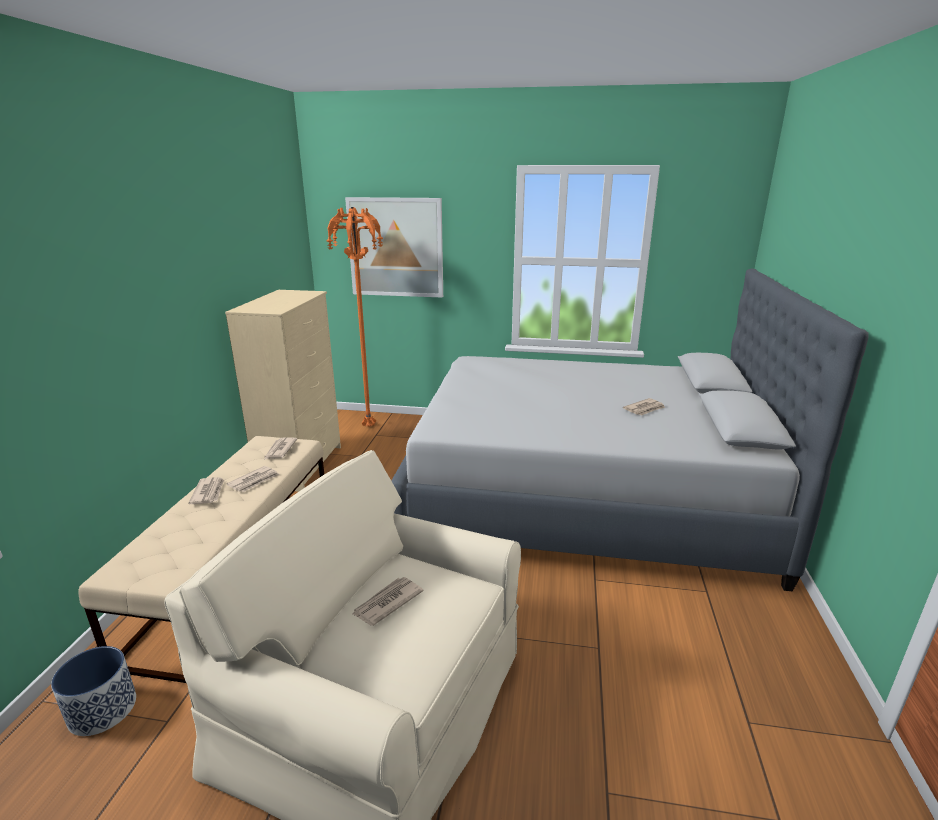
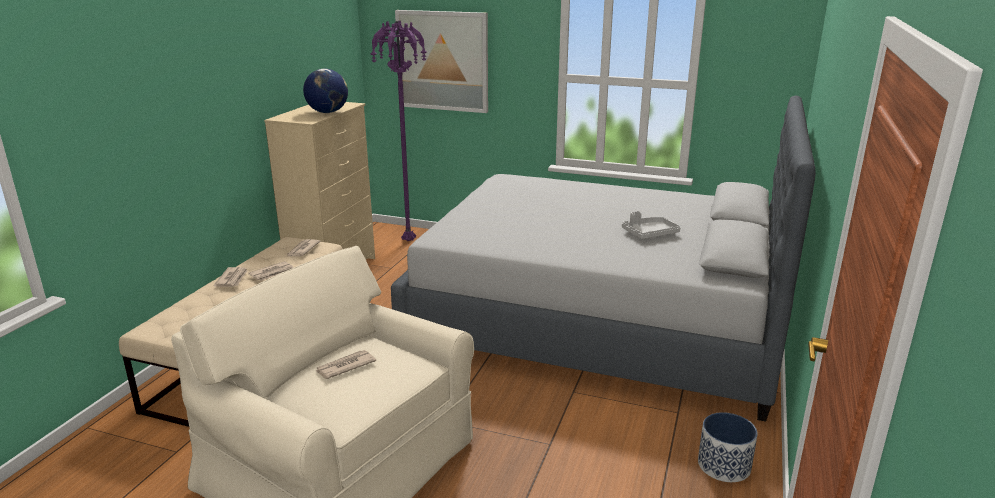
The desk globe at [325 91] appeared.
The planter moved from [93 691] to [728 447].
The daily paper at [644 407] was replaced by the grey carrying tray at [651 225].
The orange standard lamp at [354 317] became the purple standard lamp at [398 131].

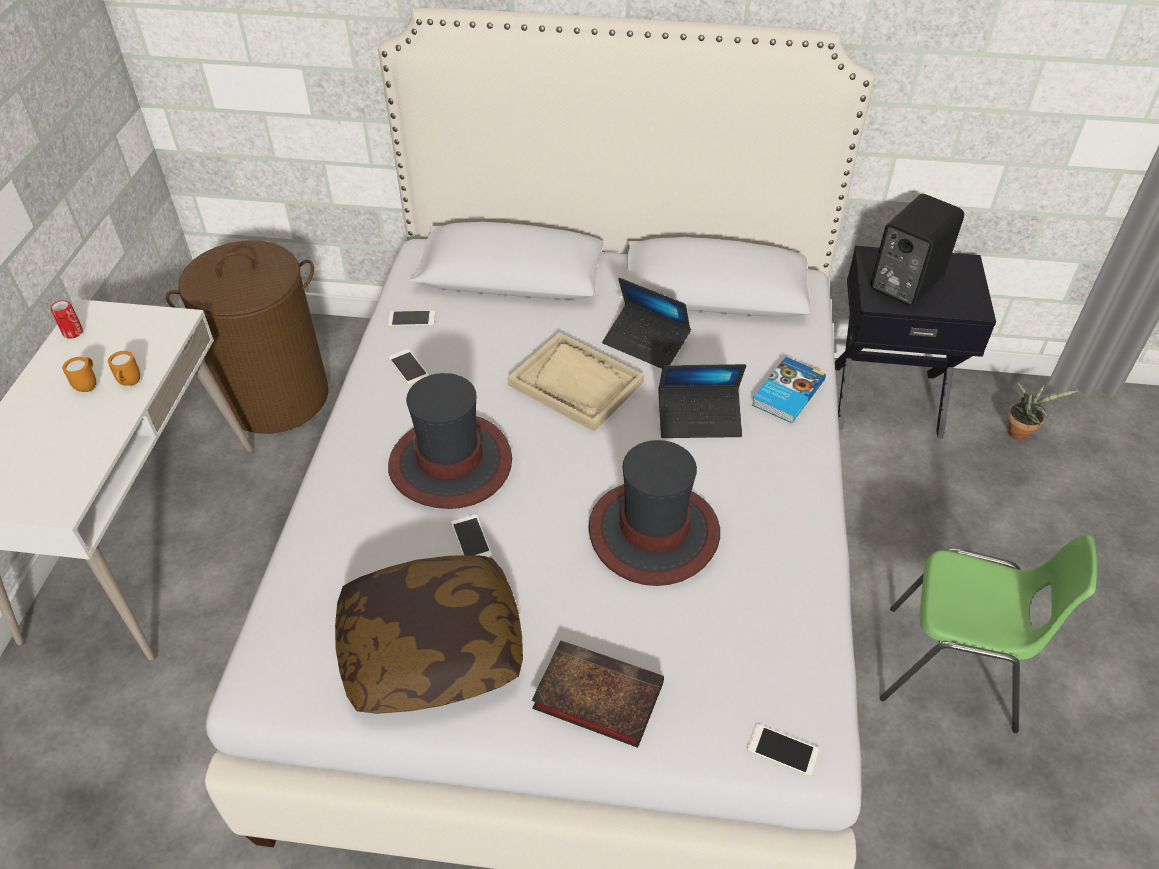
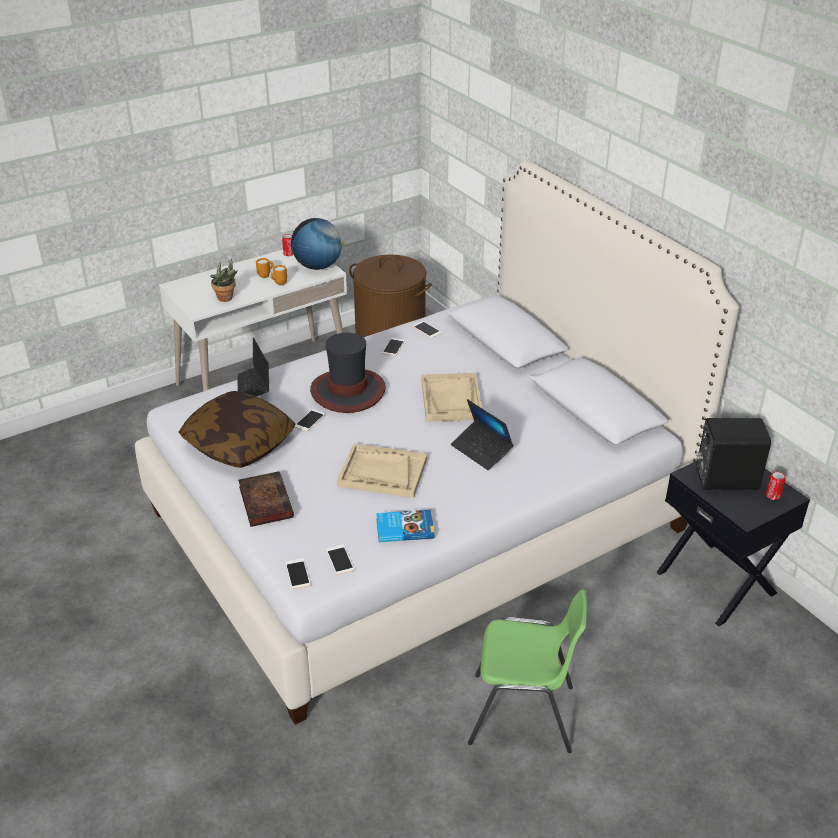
The desk globe at [317 244] appeared.
The phone at [340 559] appeared.
The metal can at [776 485] appeared.
The portable computer moved from [646 323] to [253 367].
The volume moved from [789 390] to [405 526].
The plant in a pot moved from [1043 410] to [224 280].
The clothing hat at [654 513] was replaced by the beige-coloured carrying tray at [382 470].
The green plain chair at [988 633] turned 60 degrees counterclockwise.

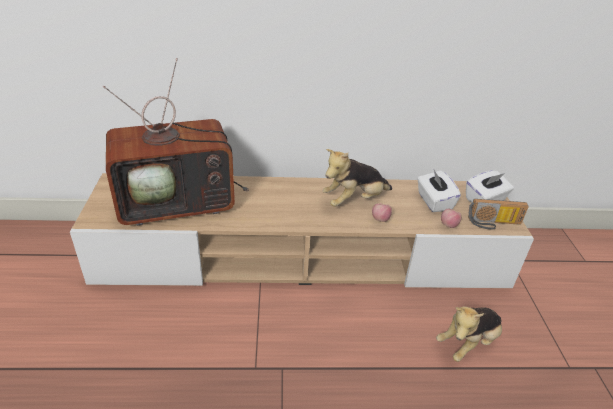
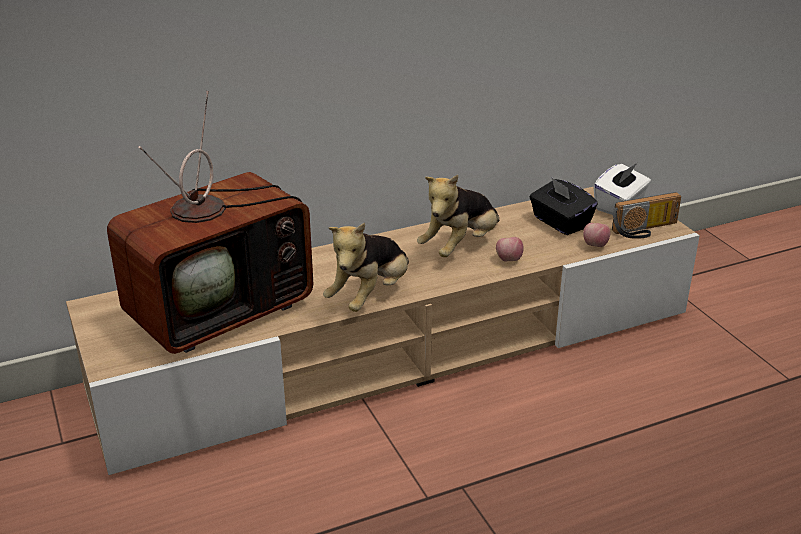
The soft toy moved from [469 334] to [366 267].
The white tissue box at [439 191] became the black tissue box at [564 206].

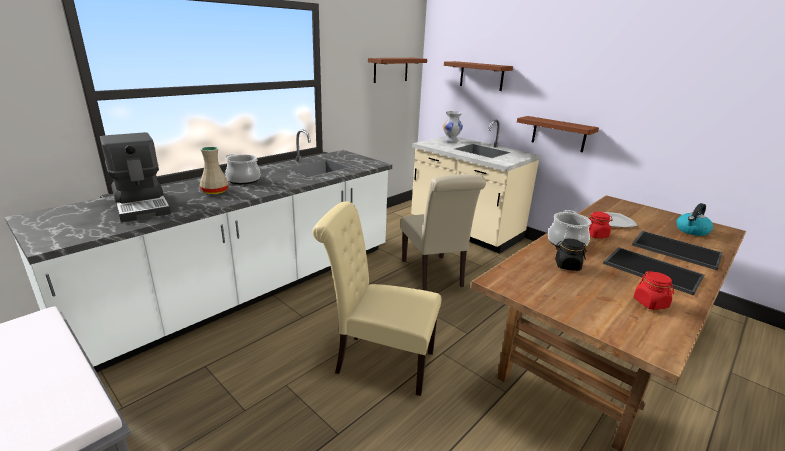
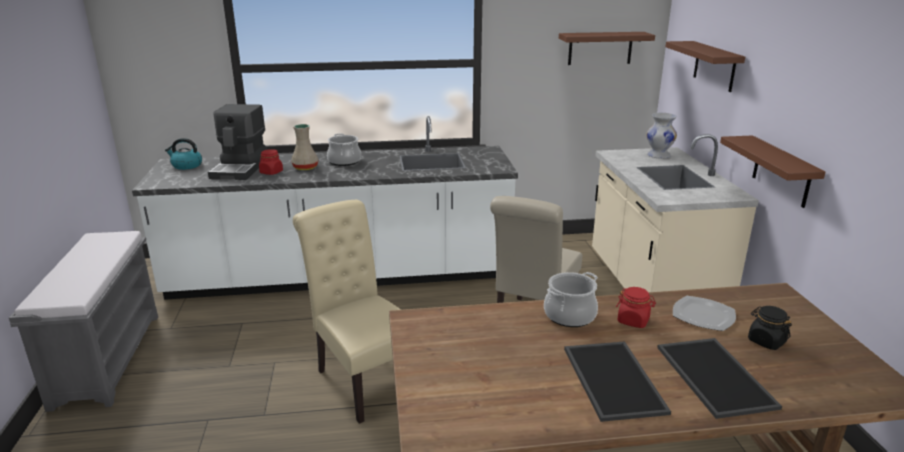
The black preserve jar moved from [571 254] to [770 328].
The red preserve jar moved from [654 290] to [271 162].
The water kettle moved from [695 219] to [183 154].

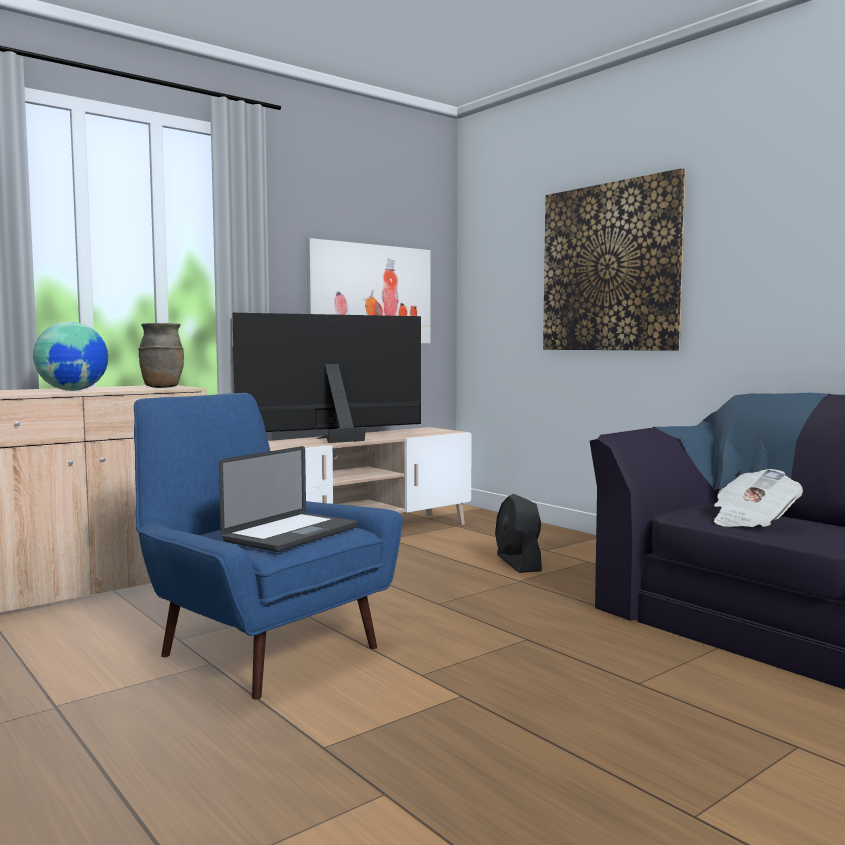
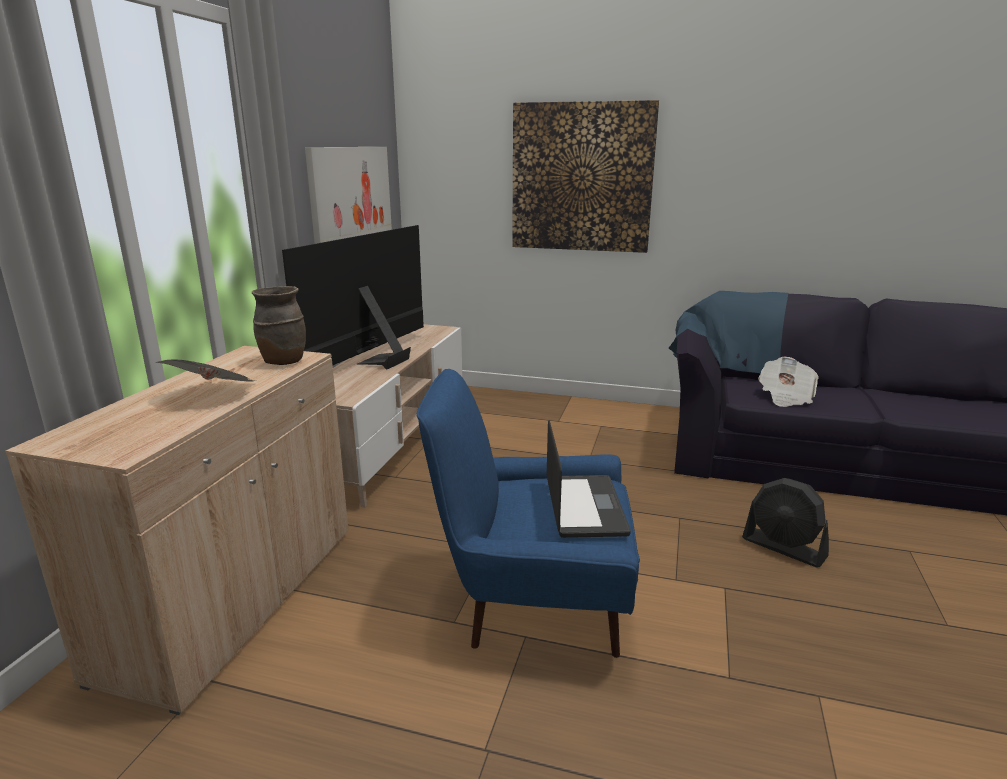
The black cooling fan moved from [518 533] to [785 523].
The desk globe at [70 356] was replaced by the daily paper at [206 370].

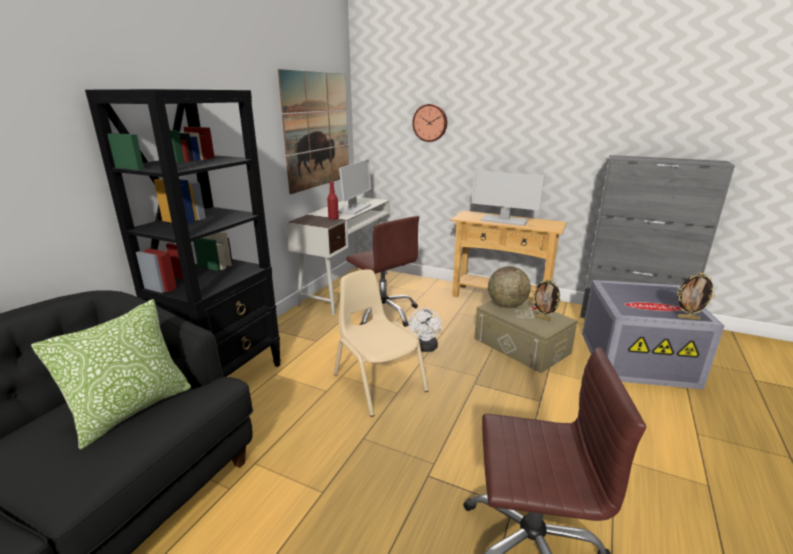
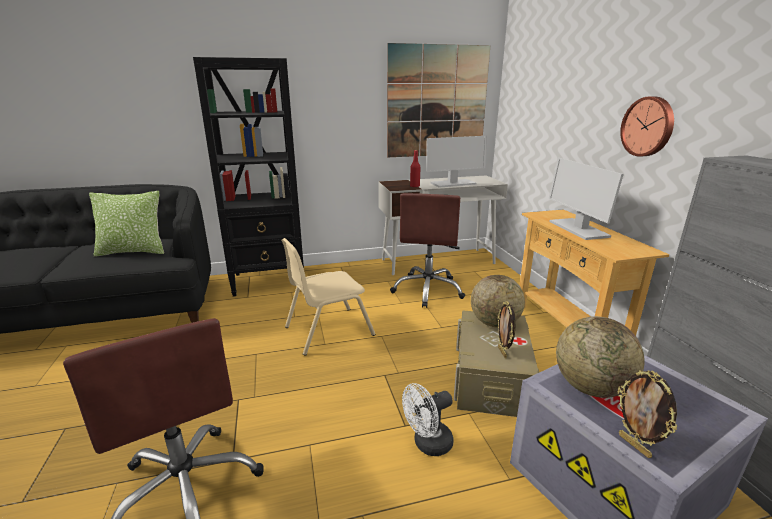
The desk globe at [600 357] appeared.
The white cooling fan moved from [425 330] to [428 419].
The hanging clock moved from [429 123] to [647 126].
The beige-coloured plain chair at [381 343] turned 135 degrees counterclockwise.

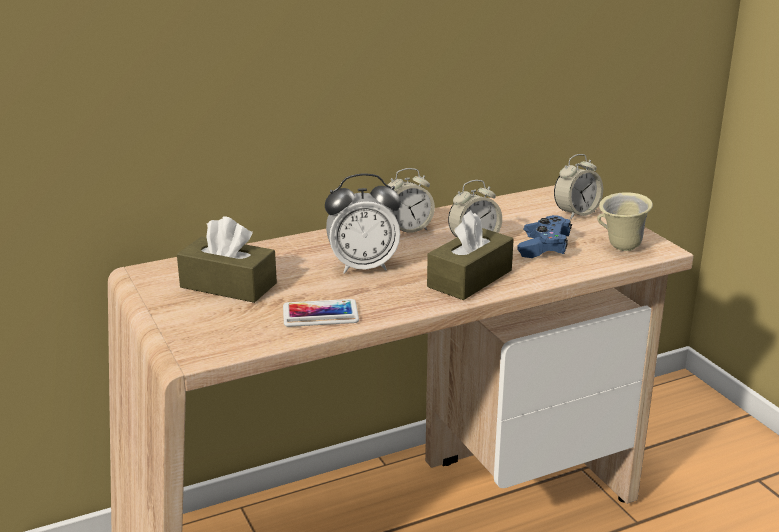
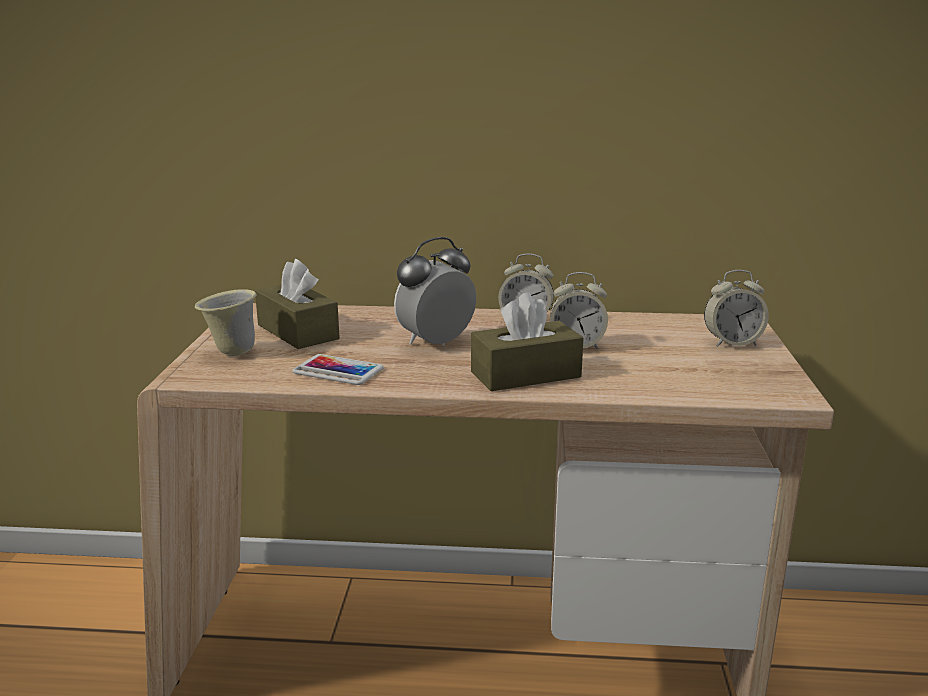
The blue game controller at [544 236] disappeared.
The beige-coloured mug moved from [625 221] to [225 322].
The bedside clock at [363 223] turned 120 degrees clockwise.

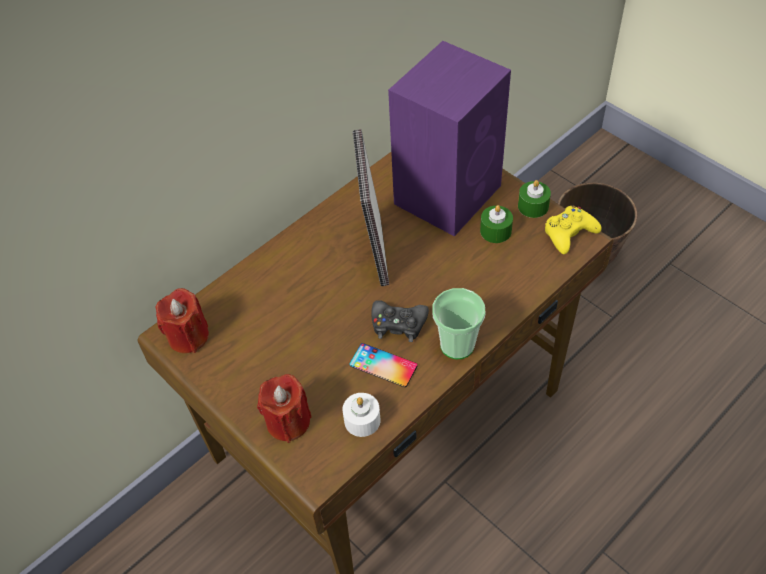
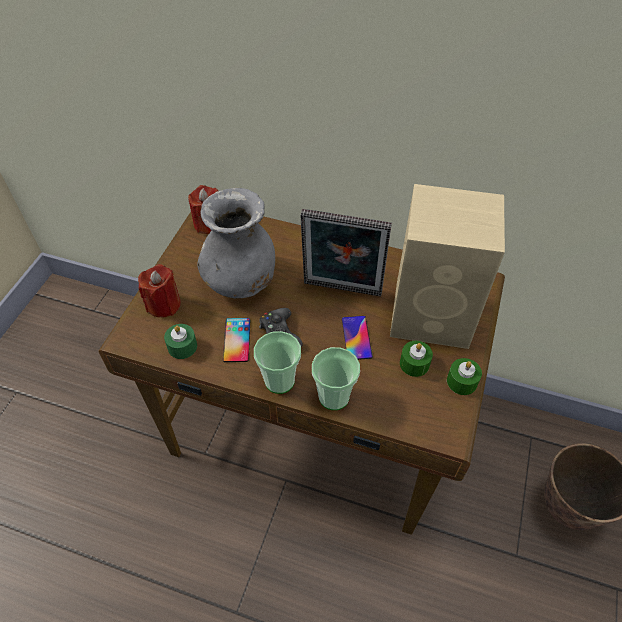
The yellow game controller at [573 230] disappeared.
The grey flower vase at [236 243] appeared.
The drinking cup at [336 378] appeared.
The phone at [357 338] appeared.
The white wax candle at [362 415] became the green wax candle at [180 341].
The purple audio speaker at [449 138] became the beige-coloured audio speaker at [447 266].
The standing frame at [371 207] turned 135 degrees counterclockwise.

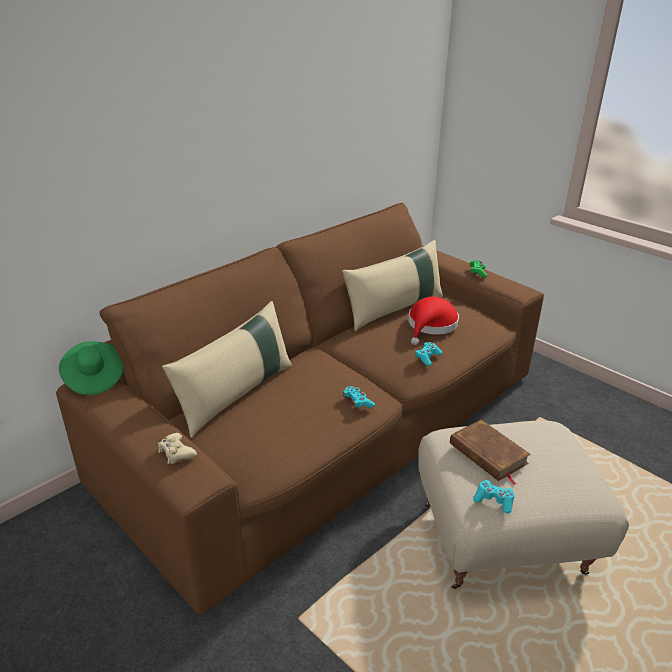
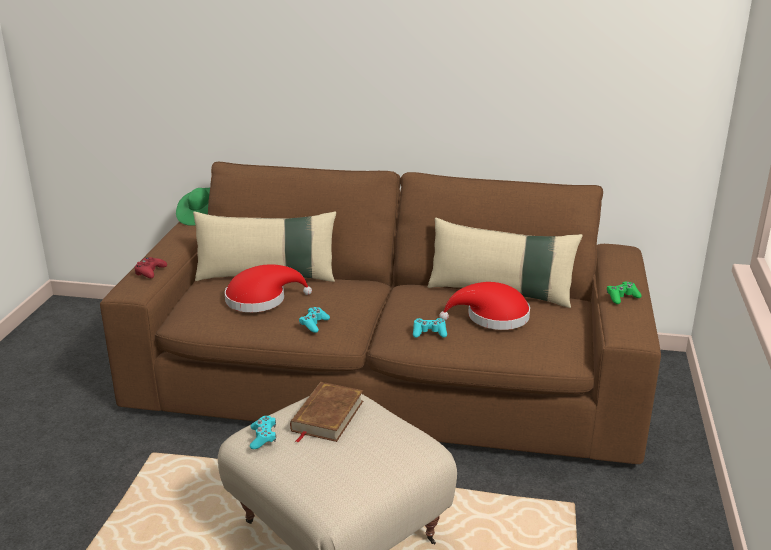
The red clothing hat at [268 288] appeared.
The beige-coloured game controller at [177 448] became the red game controller at [151 267].

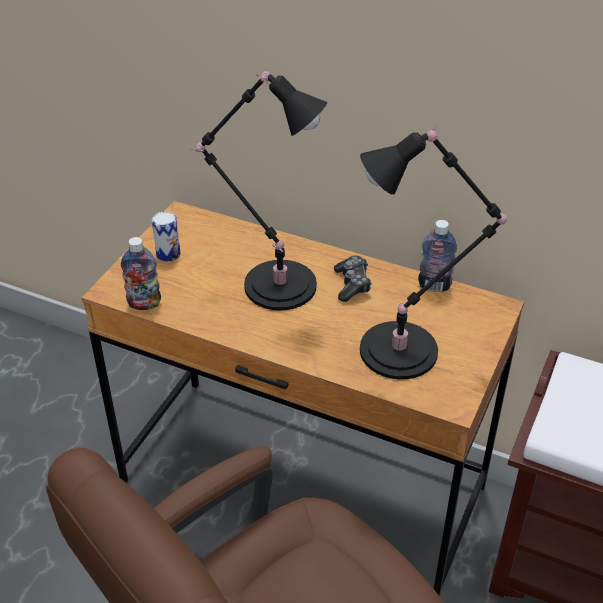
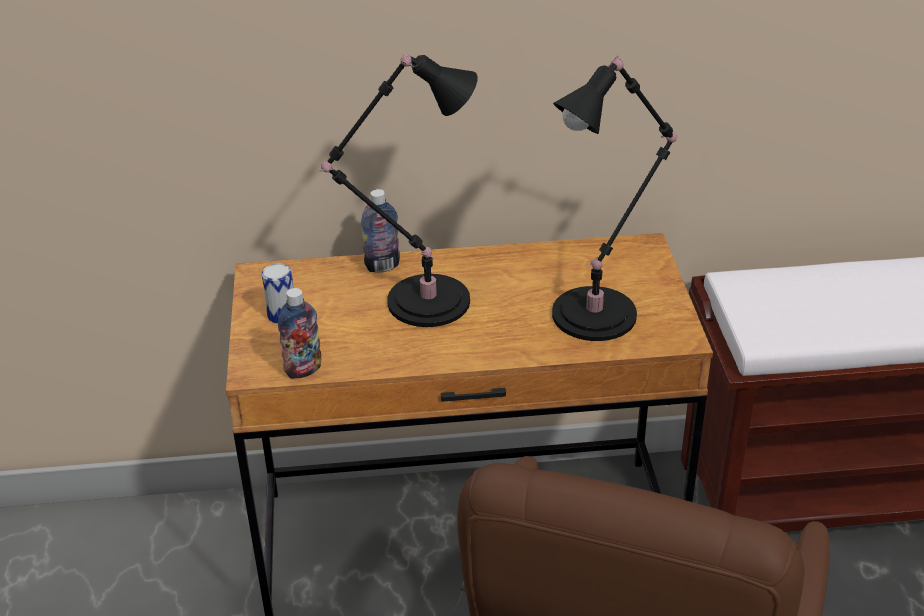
The game controller at [353 278] disappeared.
The bottle moved from [437 256] to [380 230].

